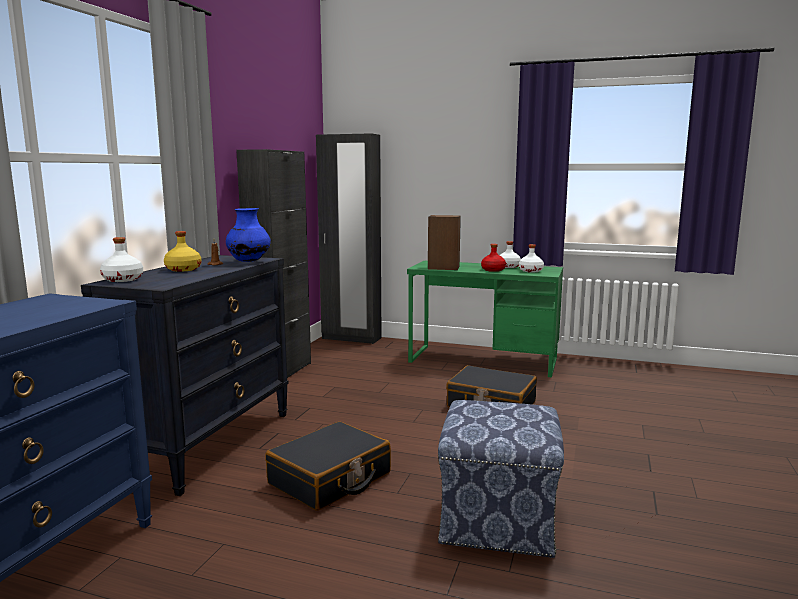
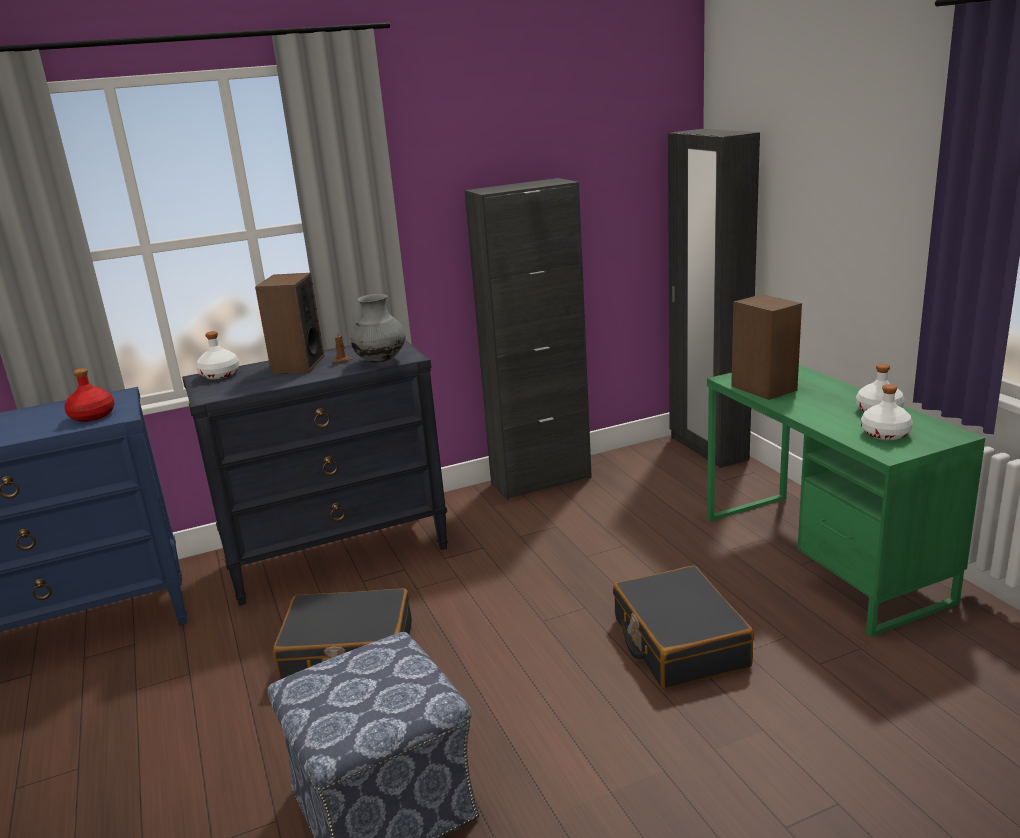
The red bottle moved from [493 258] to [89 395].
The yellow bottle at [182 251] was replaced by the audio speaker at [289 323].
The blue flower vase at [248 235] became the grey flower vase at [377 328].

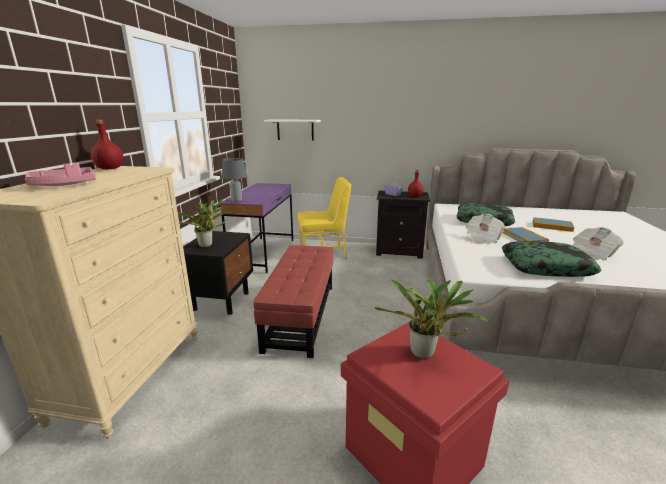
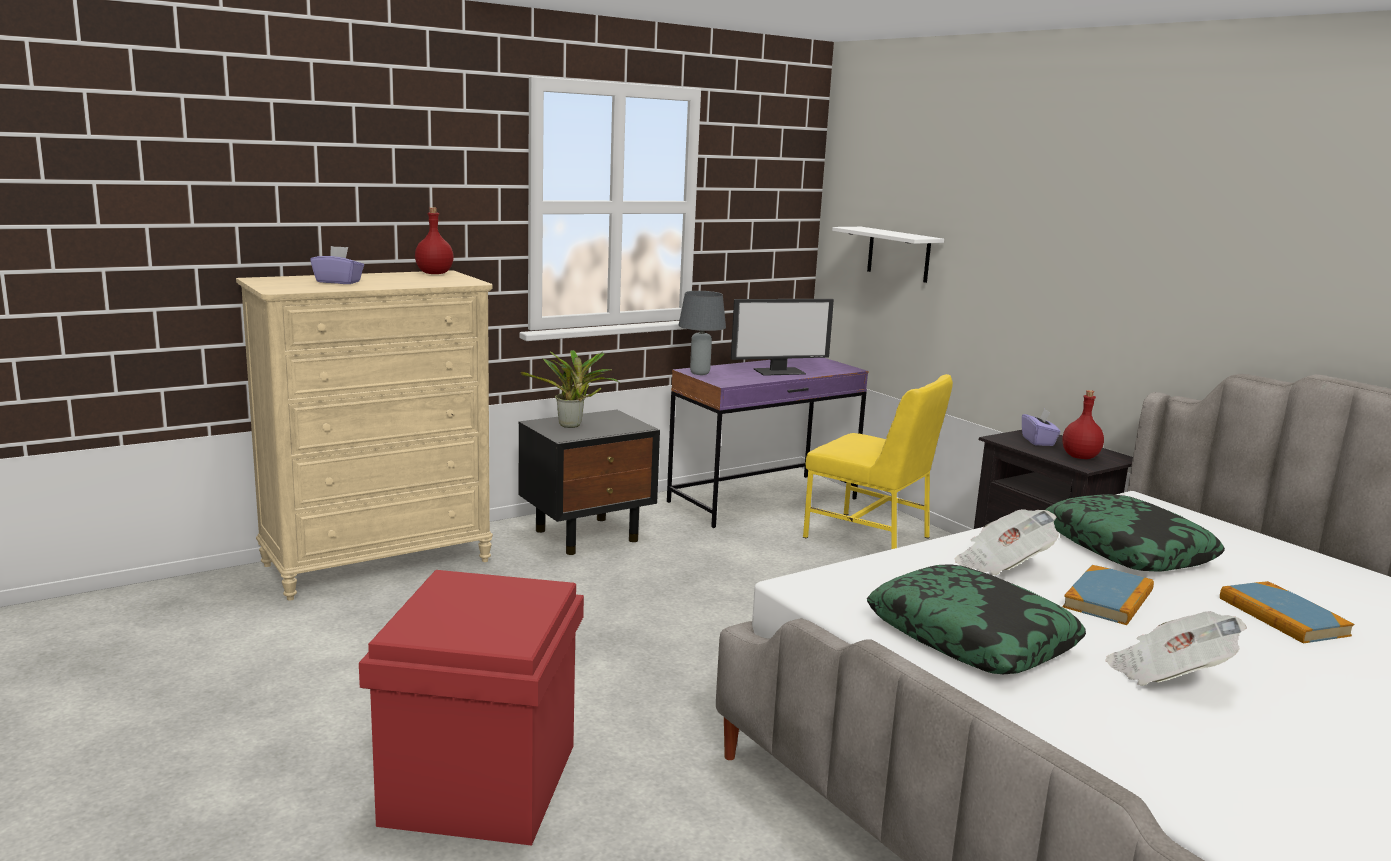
The red footrest at [293 301] disappeared.
The plant in a pot at [432 319] disappeared.
The computer screen at [782 337] appeared.
The pinkish carrying tray at [60 174] was replaced by the purple tissue box at [337 265].

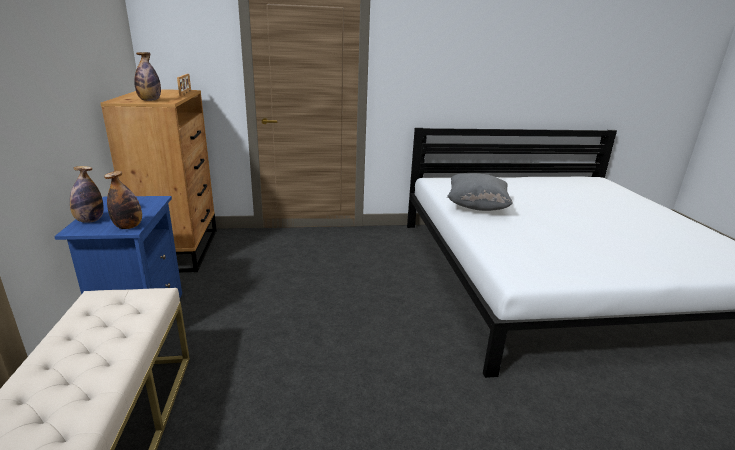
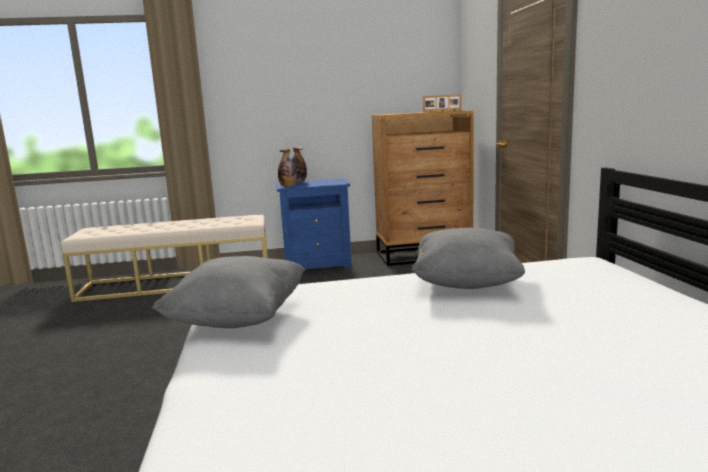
The bottle at [147 76] disappeared.
The grey cushion at [228 292] appeared.

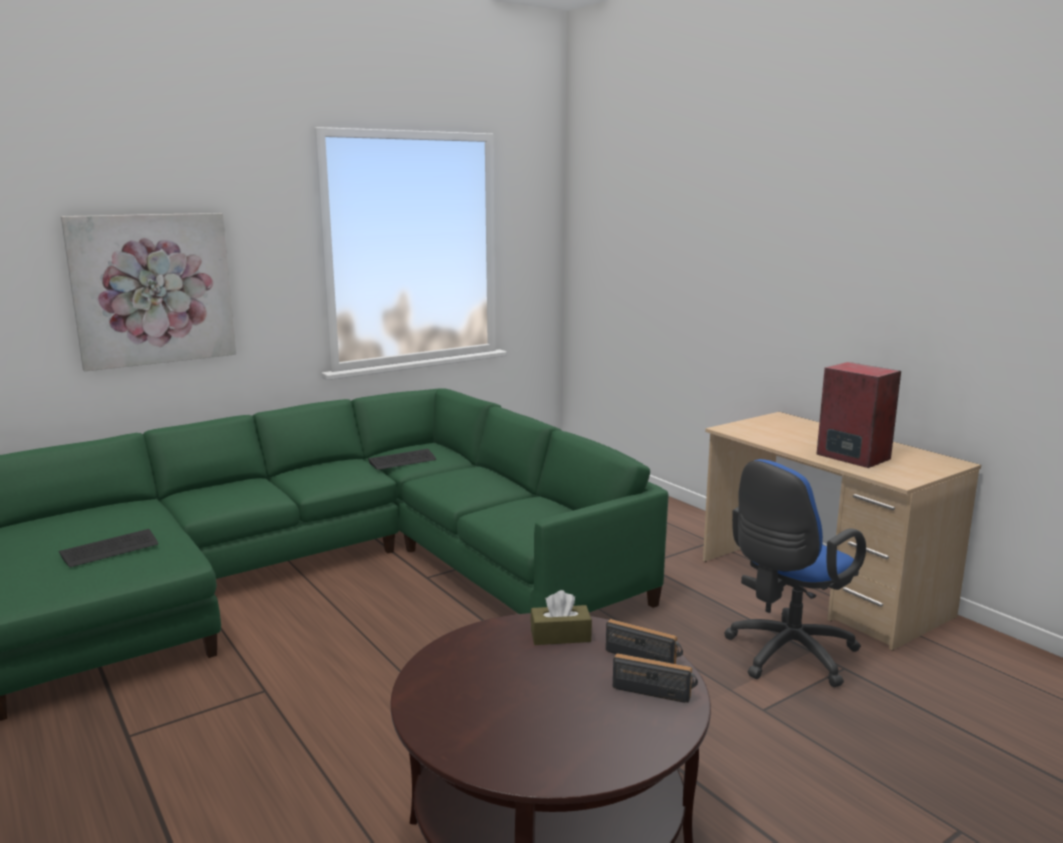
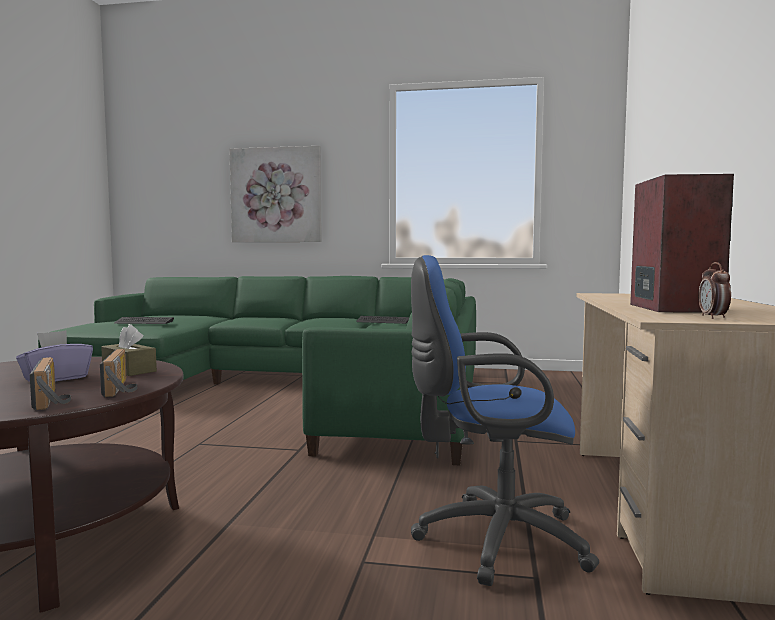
The purple tissue box at [54 356] appeared.
The bedside clock at [714 290] appeared.

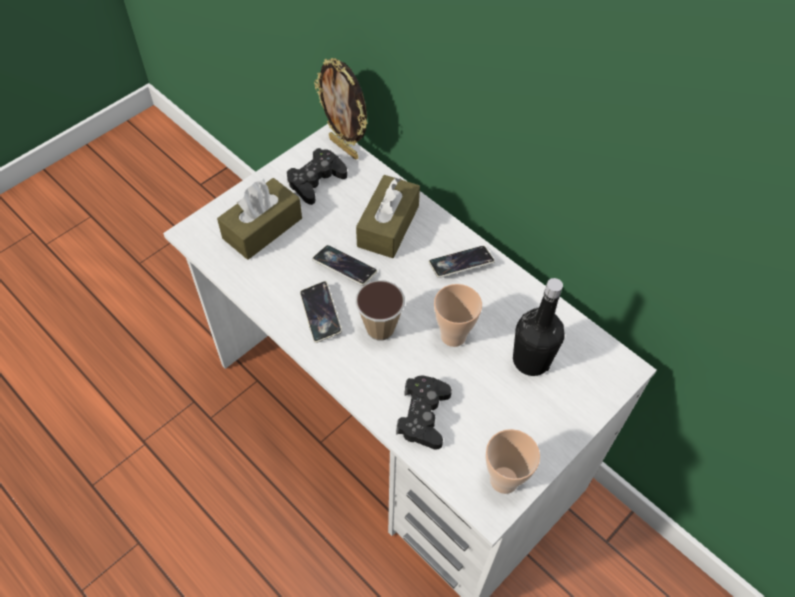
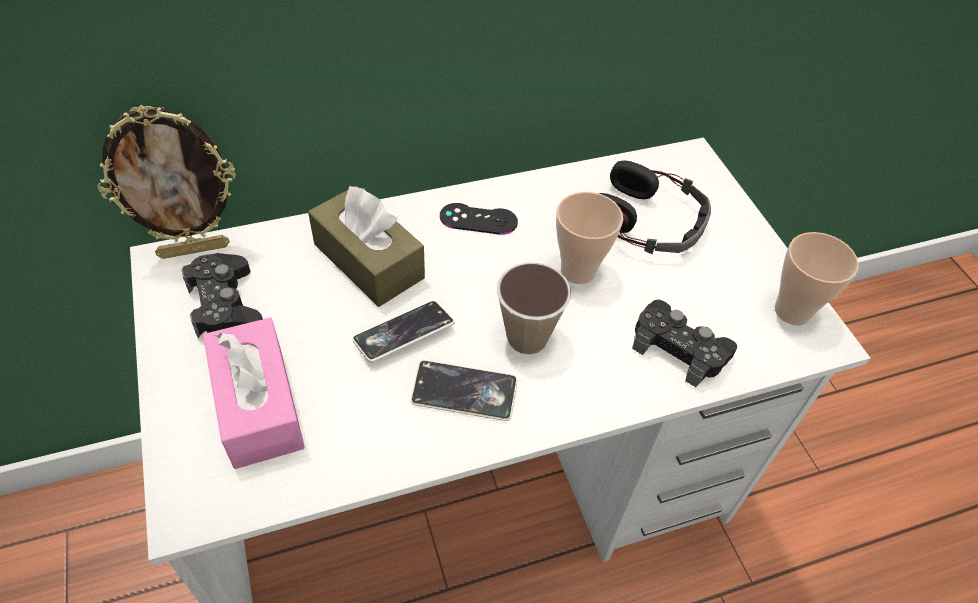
The phone at [462 262] was replaced by the black game controller at [479 219].
The black bottle at [539 327] was replaced by the headset at [654 207].
The brown-coloured tissue box at [259 219] became the pinkish tissue box at [254 393].

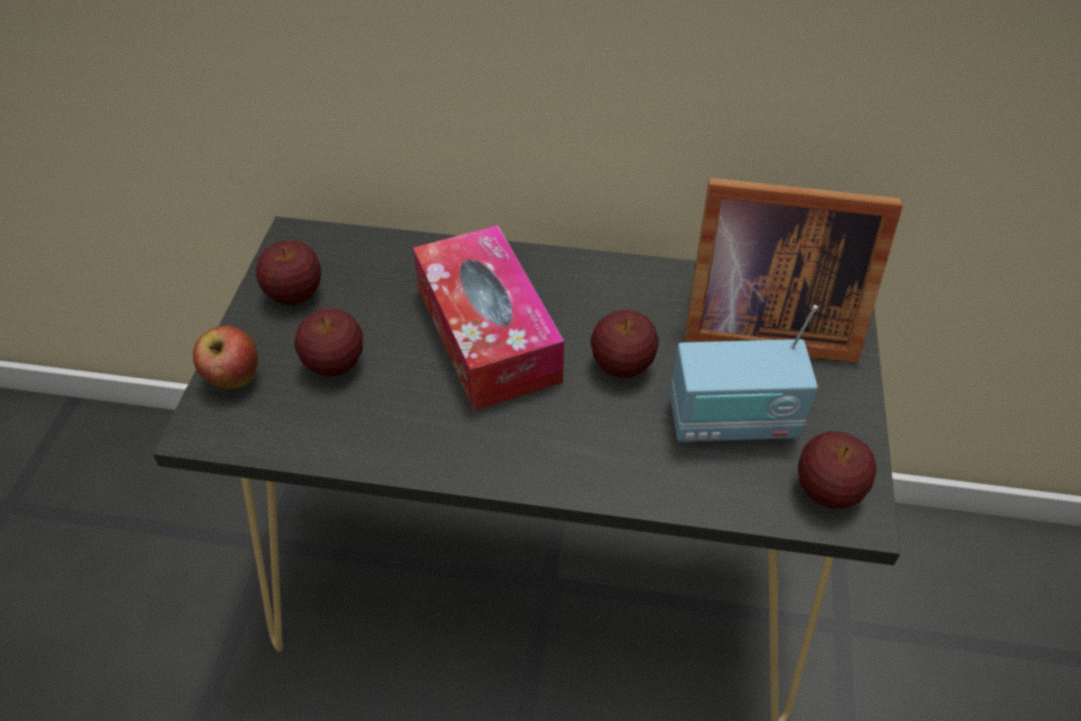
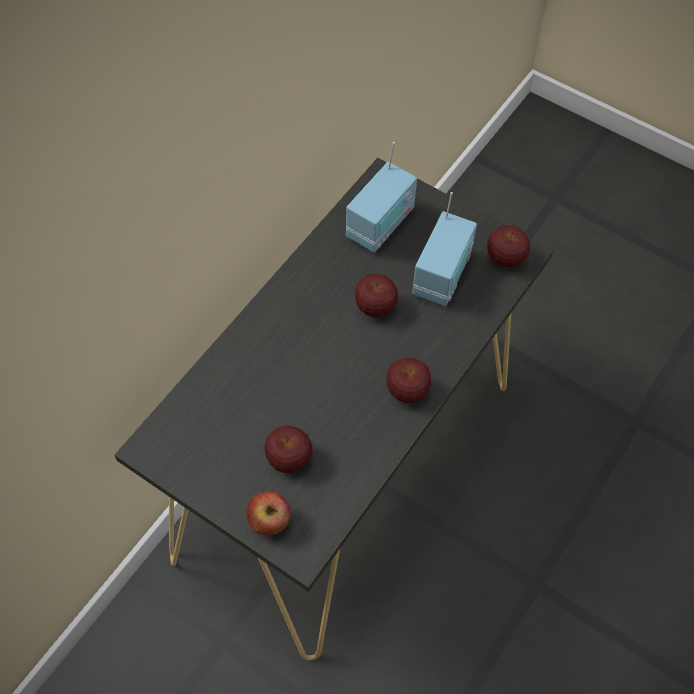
The tissue box at [488 318] disappeared.
The apple moved from [288 273] to [409 380].
The standing frame at [793 270] was replaced by the radio at [381 197].

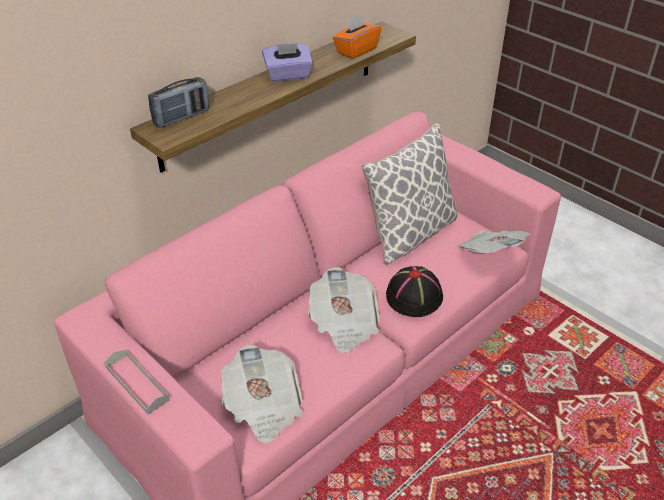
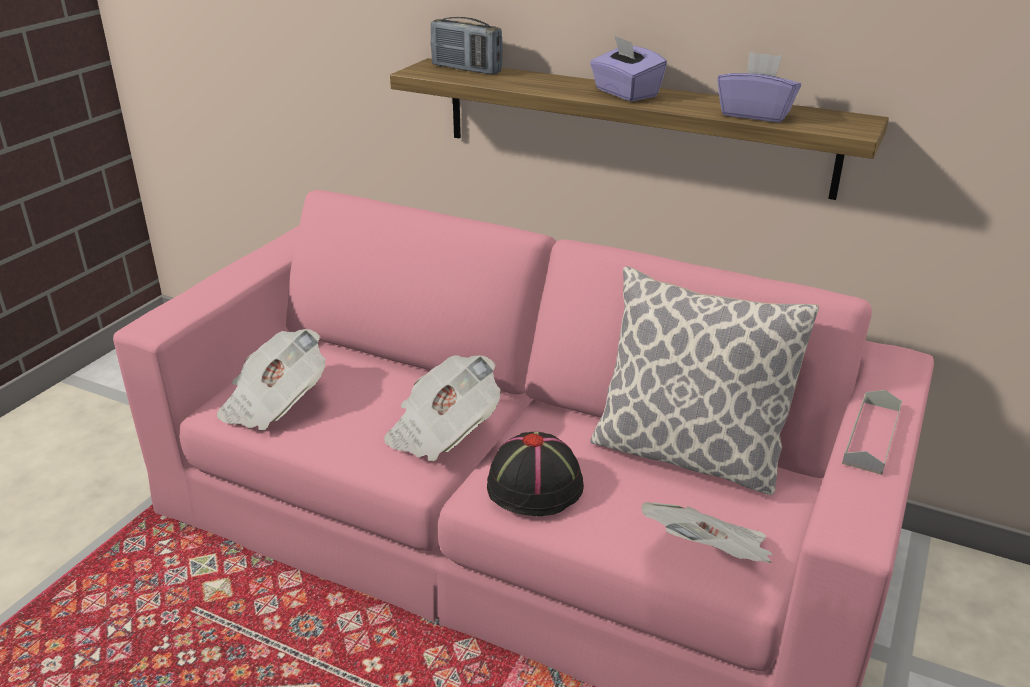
The grey carrying tray moved from [137 382] to [872 432].
The orange tissue box at [357 36] became the purple tissue box at [759 87].

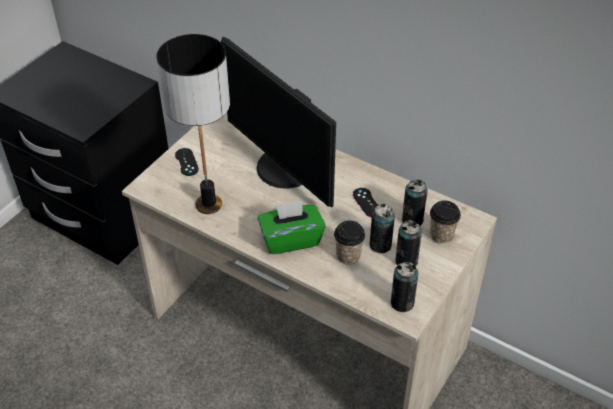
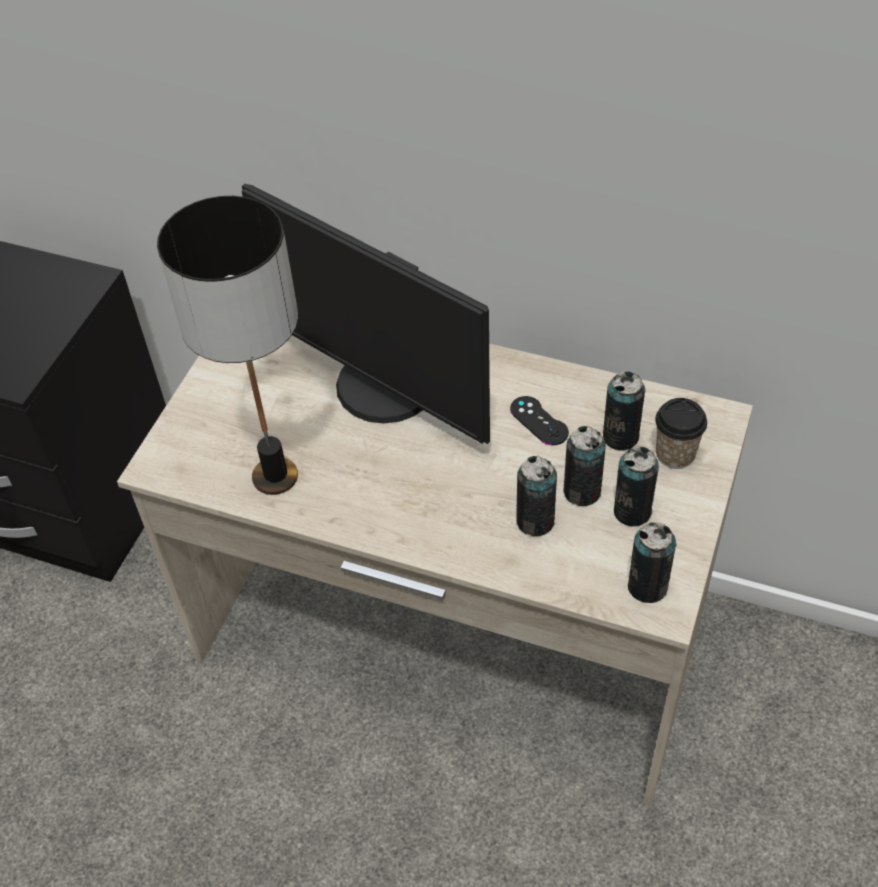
The black game controller at [187 162] disappeared.
The green tissue box at [292 227] disappeared.
The drinking cup at [349 243] was replaced by the metal can at [536 495].

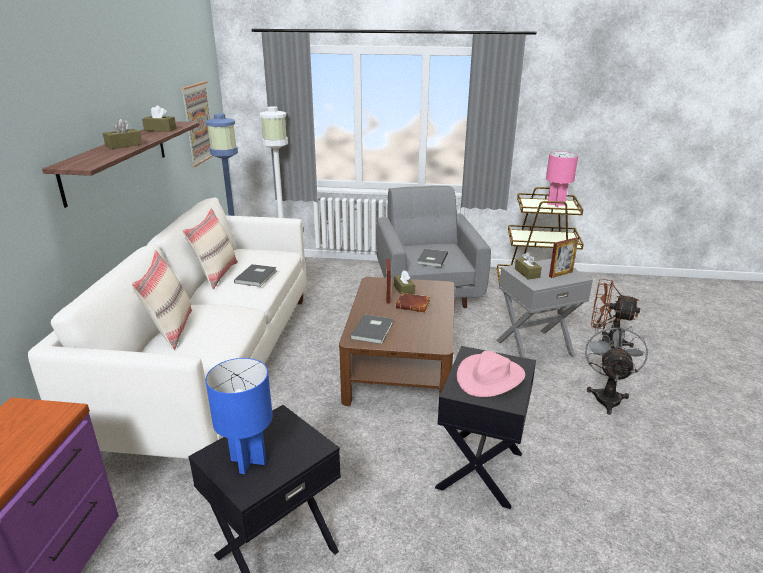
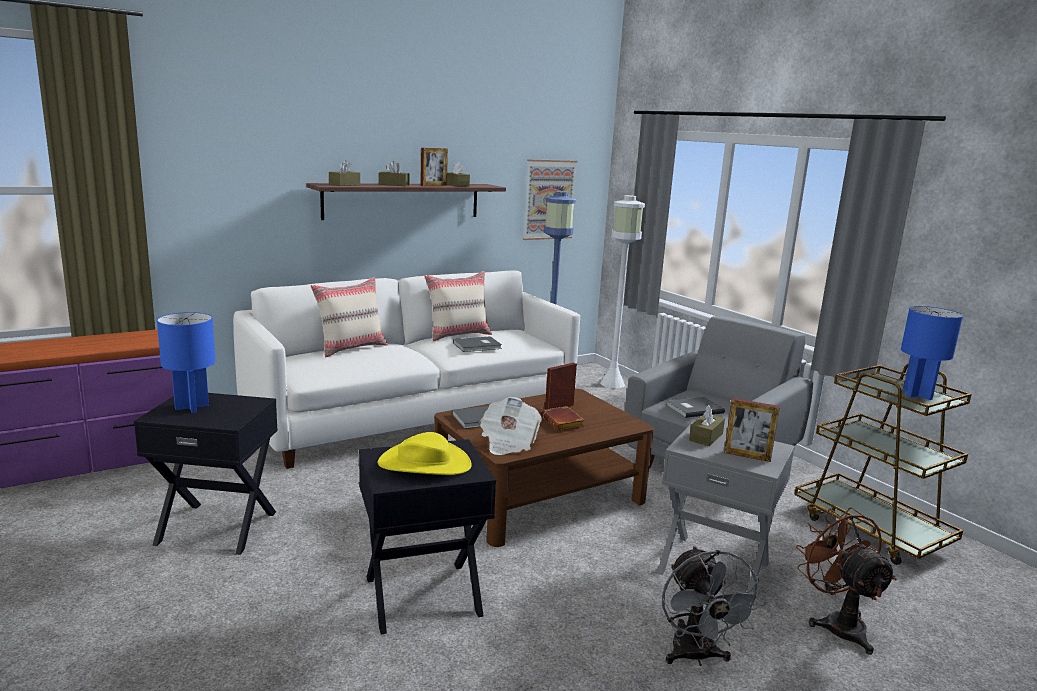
The standing frame at [434 167] appeared.
The daily paper at [510 426] appeared.
The brown-coloured tissue box moved from [404 282] to [344 173].
The pinkish clothing hat at [491 374] became the yellow clothing hat at [425 453].
The pinkish table lamp at [562 179] became the blue table lamp at [932 353].
The grey cooling fan at [616 369] turned 105 degrees clockwise.

